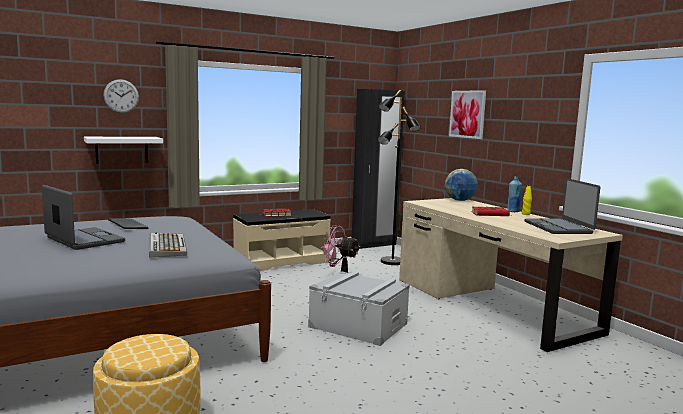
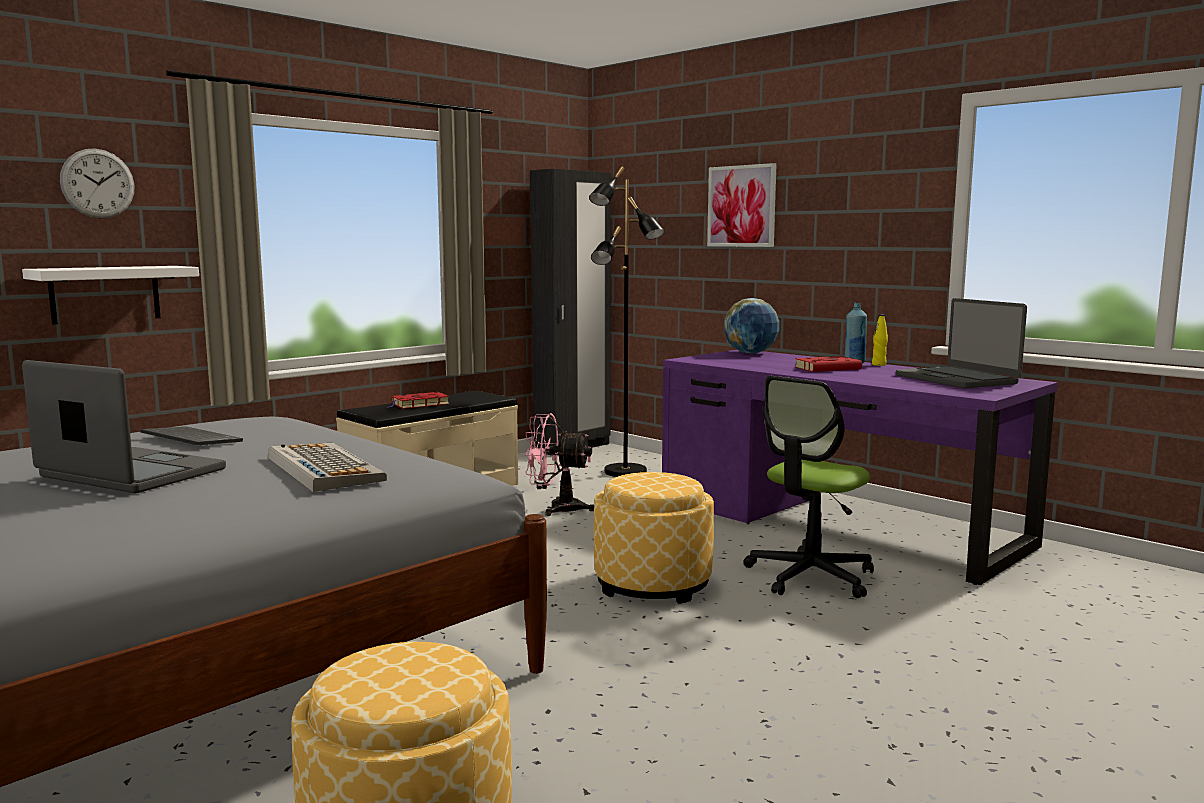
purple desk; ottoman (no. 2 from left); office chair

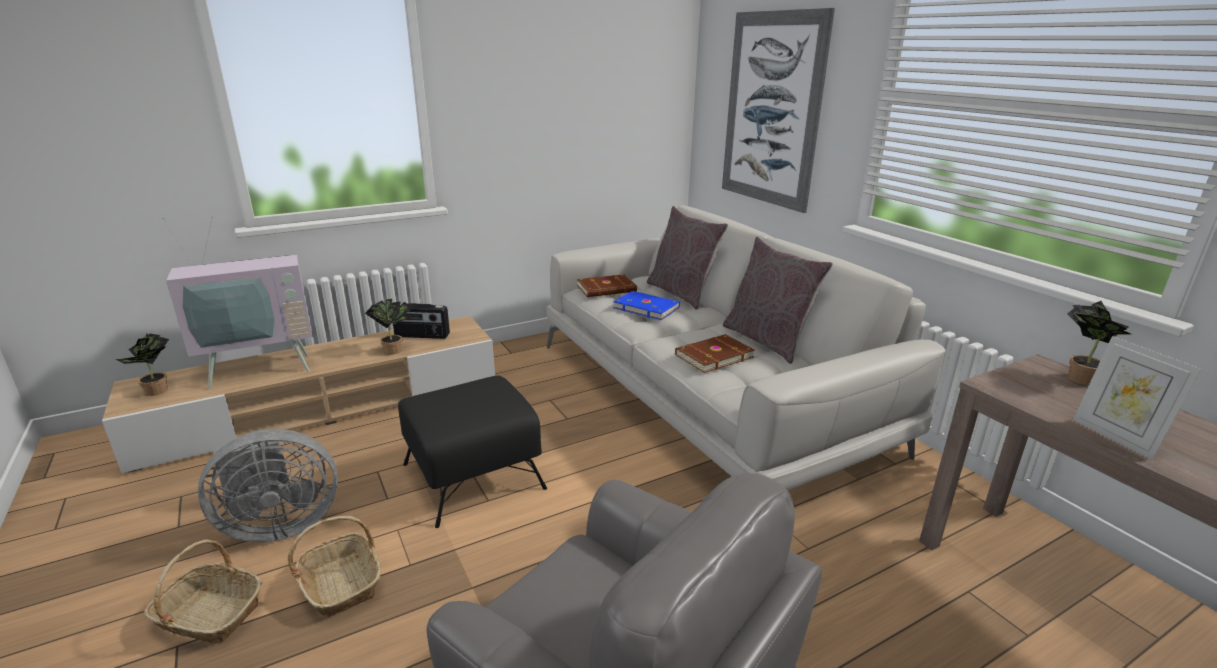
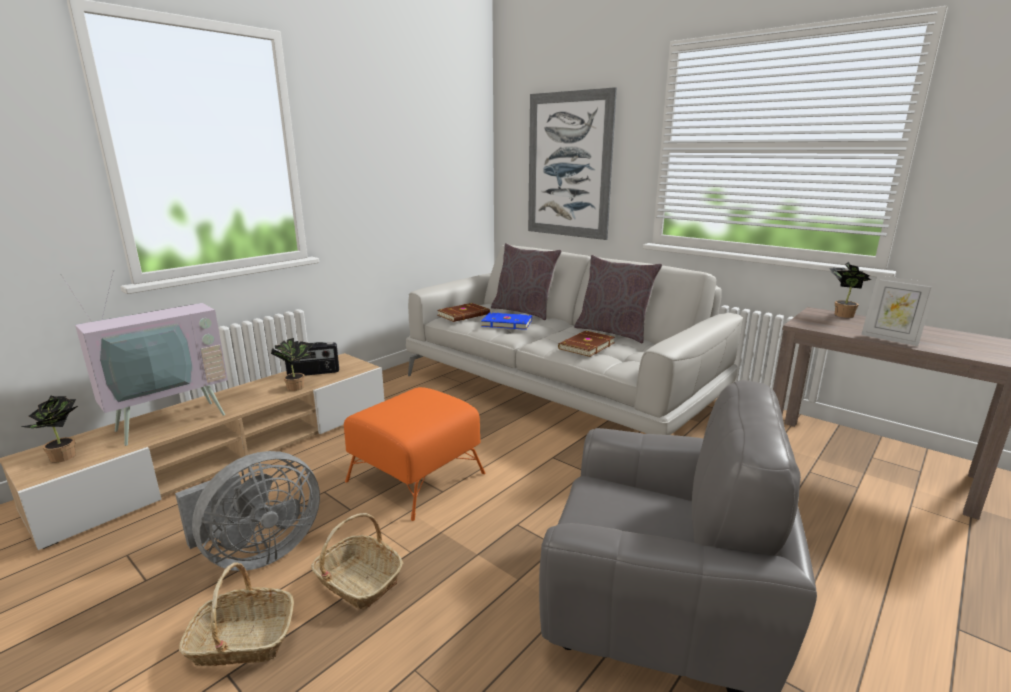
orange ottoman

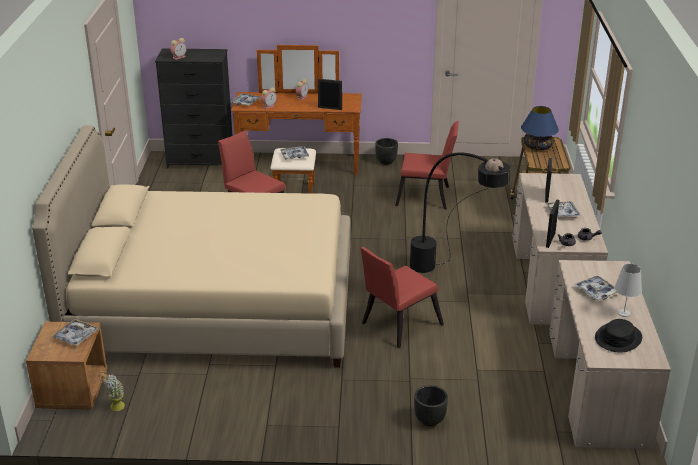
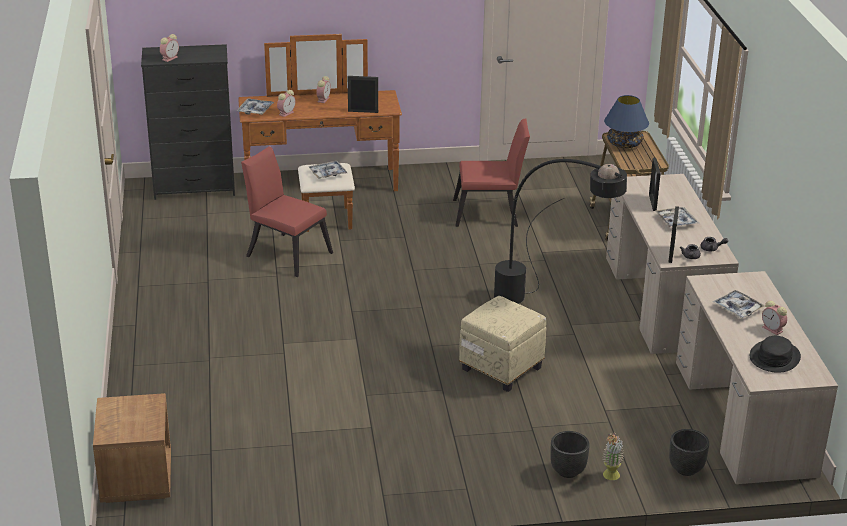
beige bed; black planter (no. 2 from left); beige ottoman; alarm clock (no. 4 from left); tray (no. 1 from left in the first image); potted plant

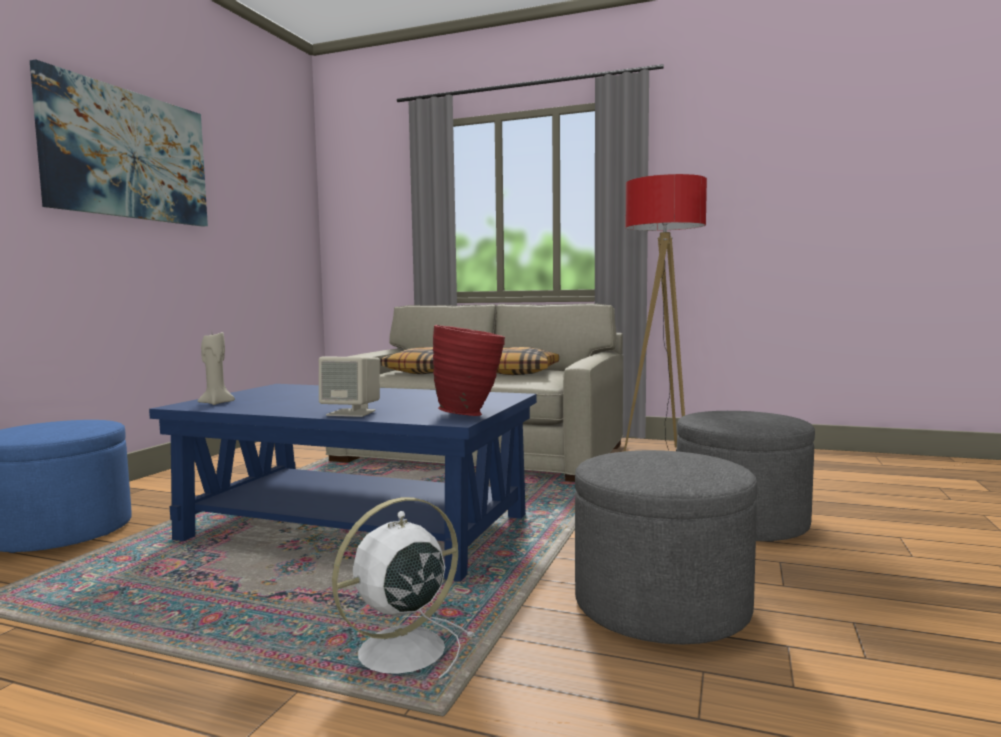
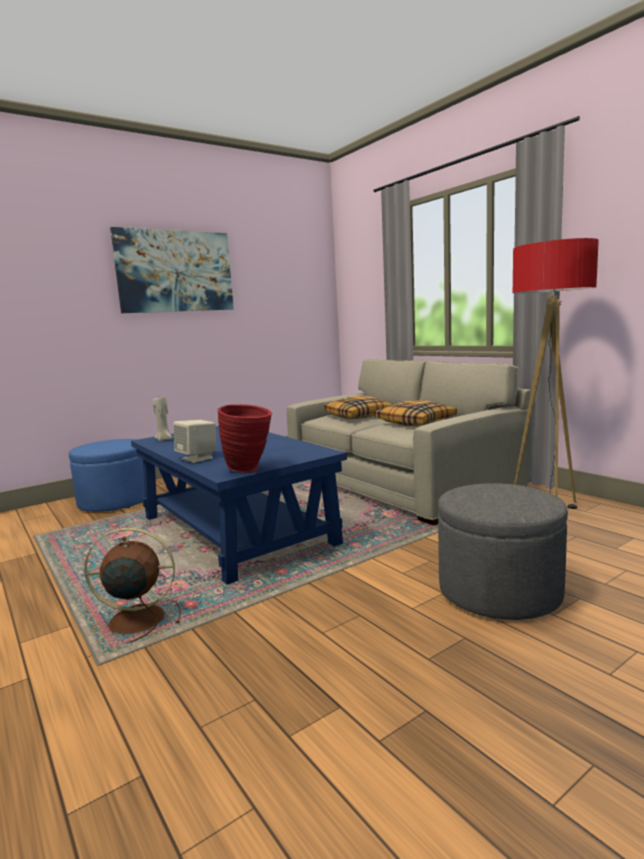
grey ottoman (no. 1 from left in the first image); brown fan

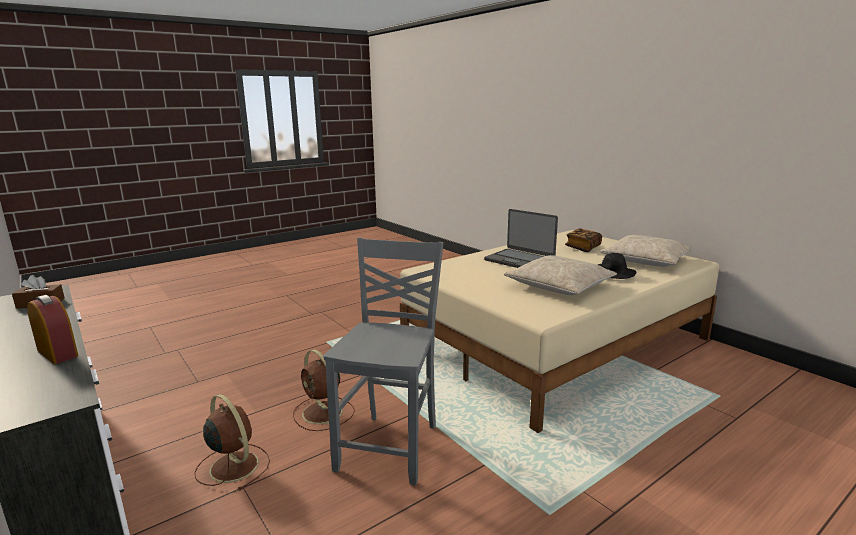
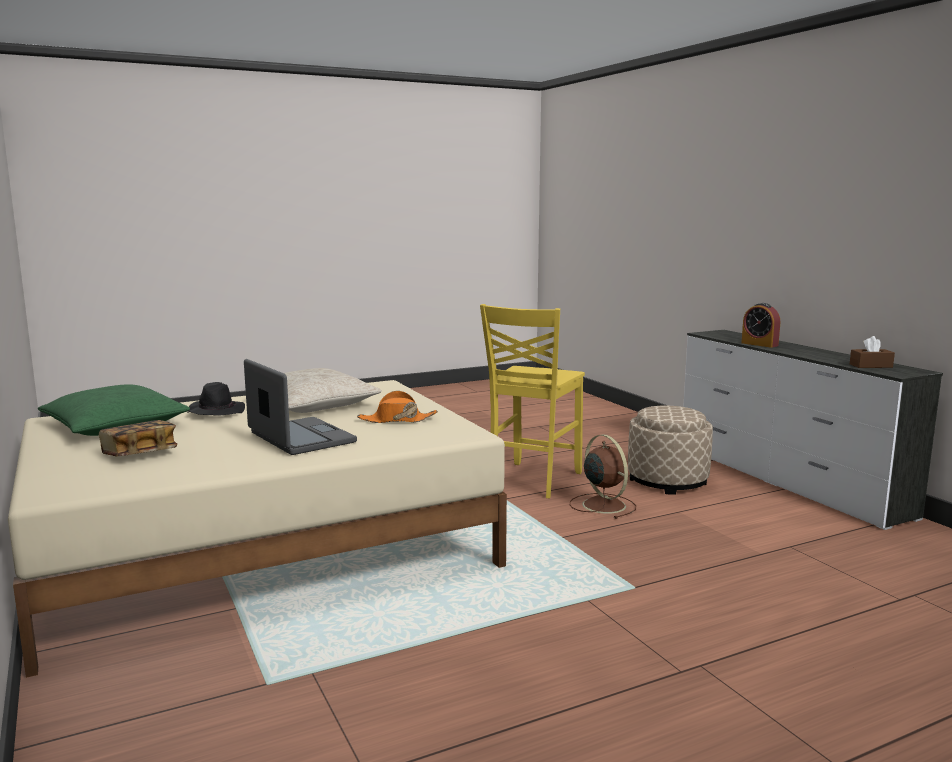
green pillow; yellow chair; beige ottoman; orange hat

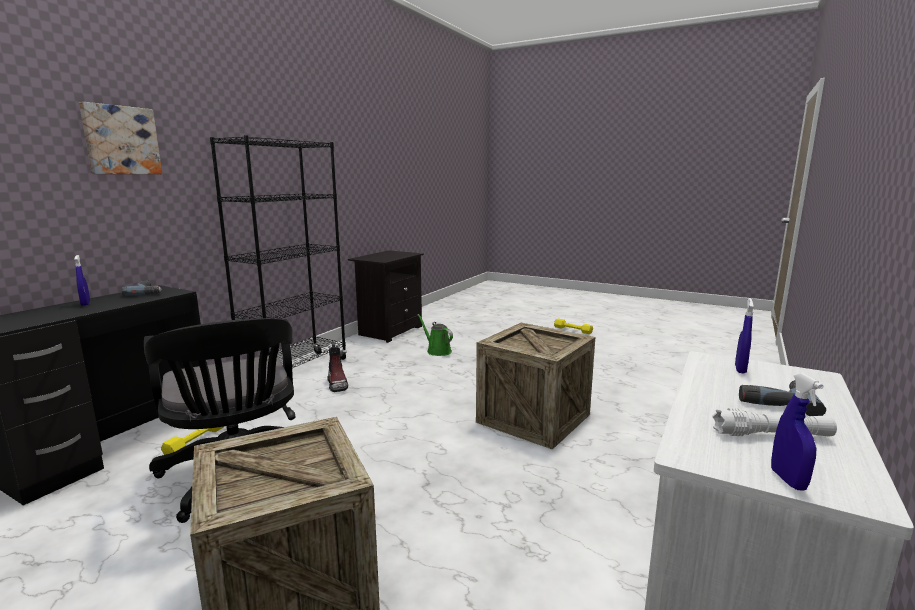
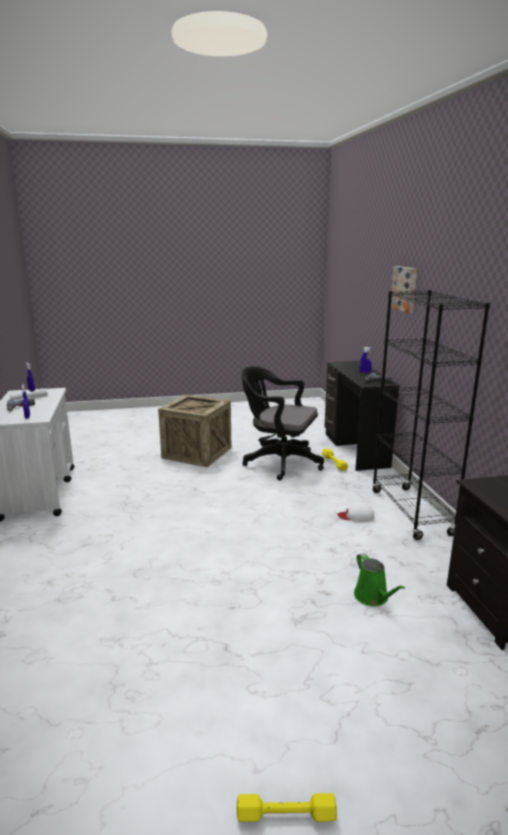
green watering can; crate (no. 2 from left in the first image); white cap

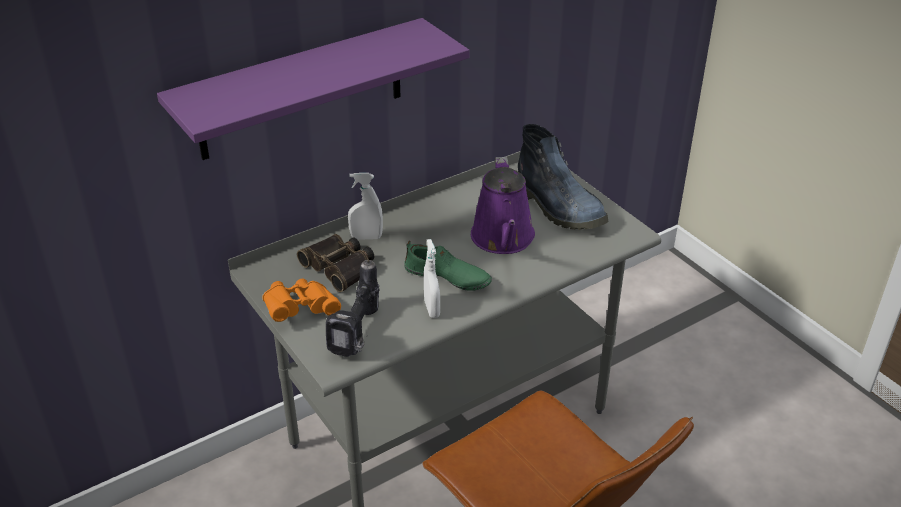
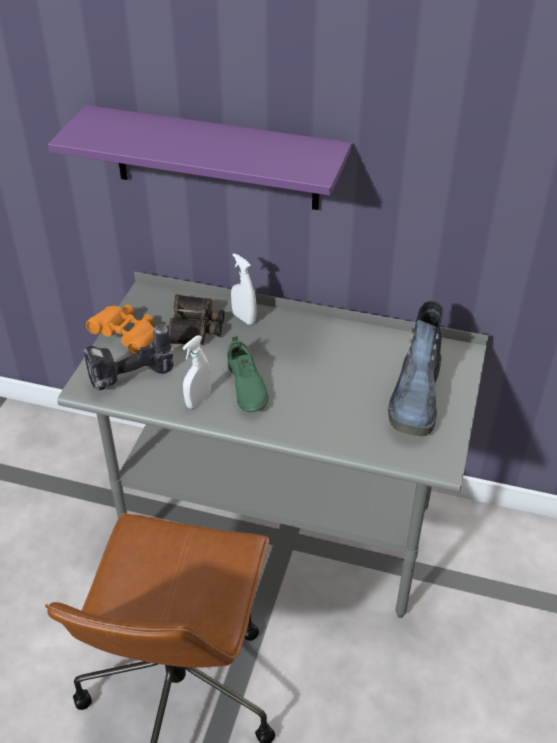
purple watering can

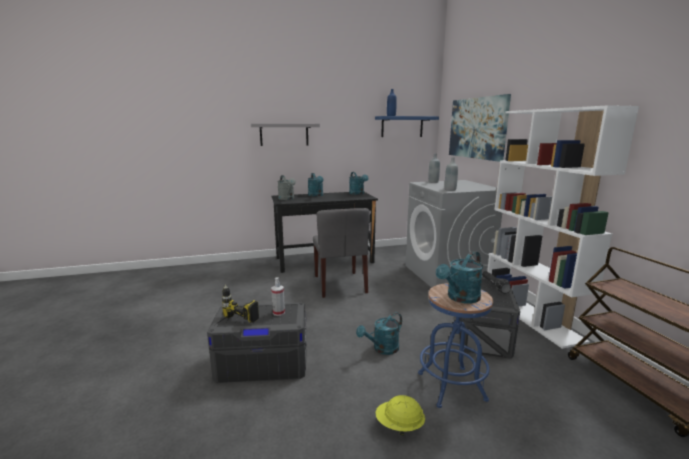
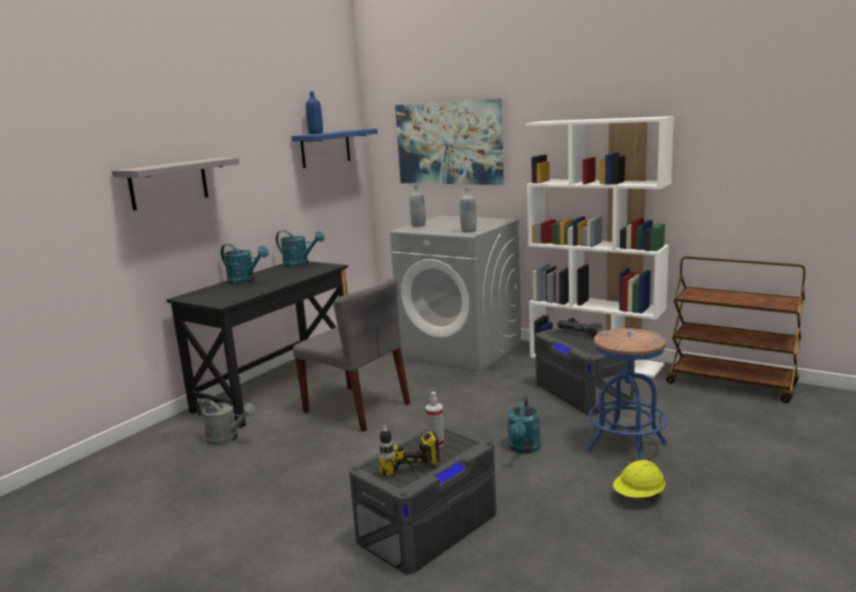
grey watering can; turquoise watering can (no. 4 from left in the first image)

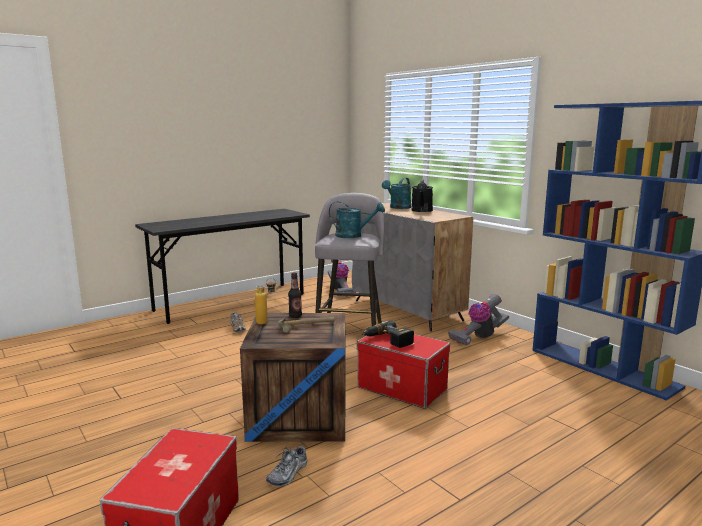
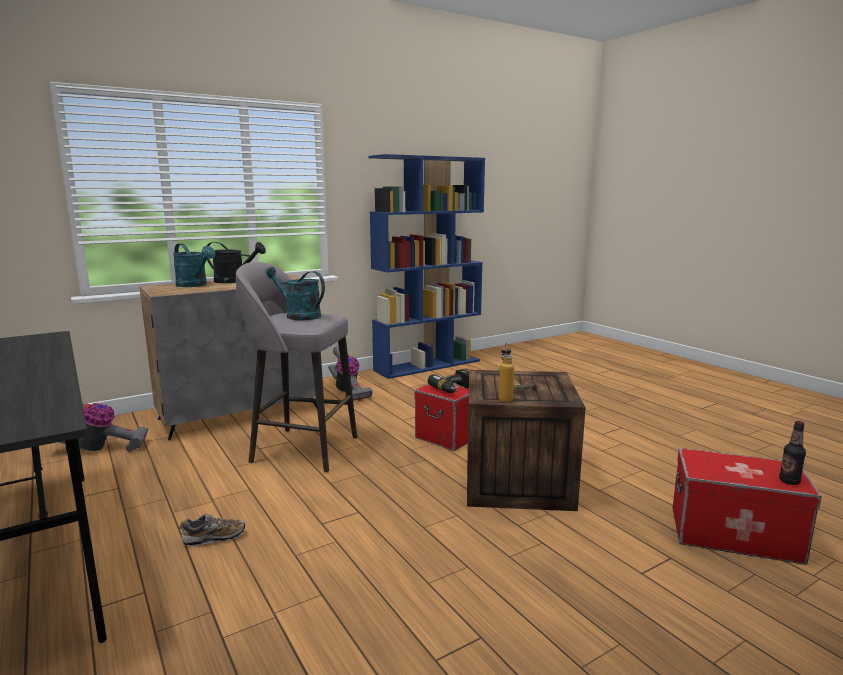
turquoise watering can (no. 2 from left); bottle (no. 2 from left); shoe (no. 2 from left in the first image)

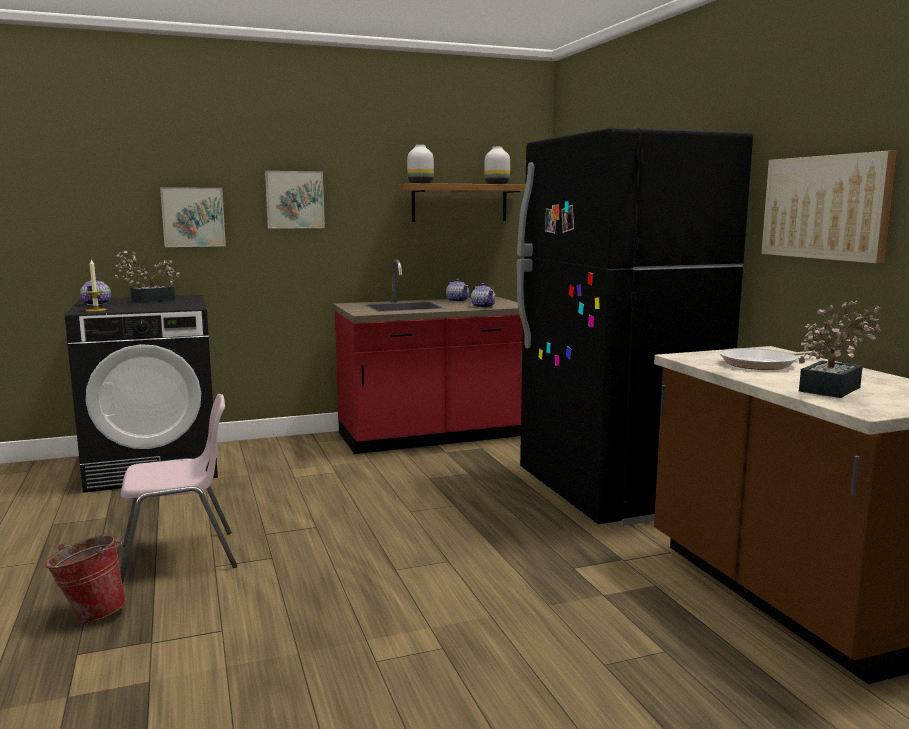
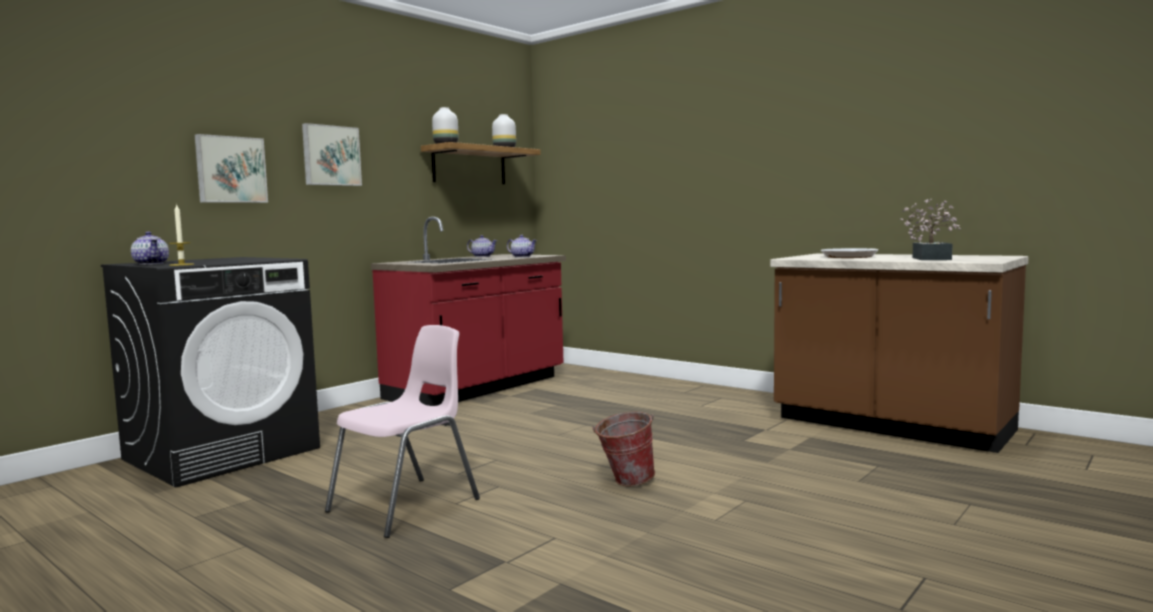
black fridge; picture (no. 3 from left in the first image); potted plant (no. 1 from left in the first image); bucket

